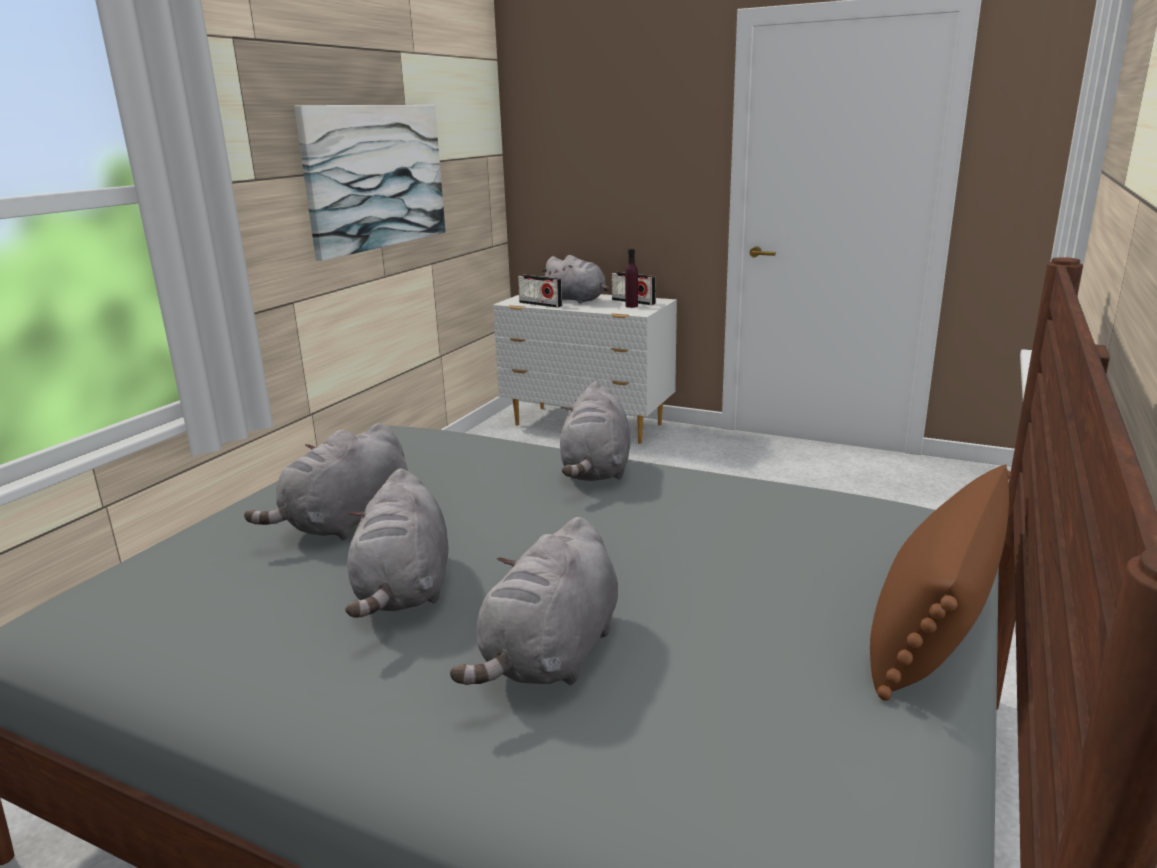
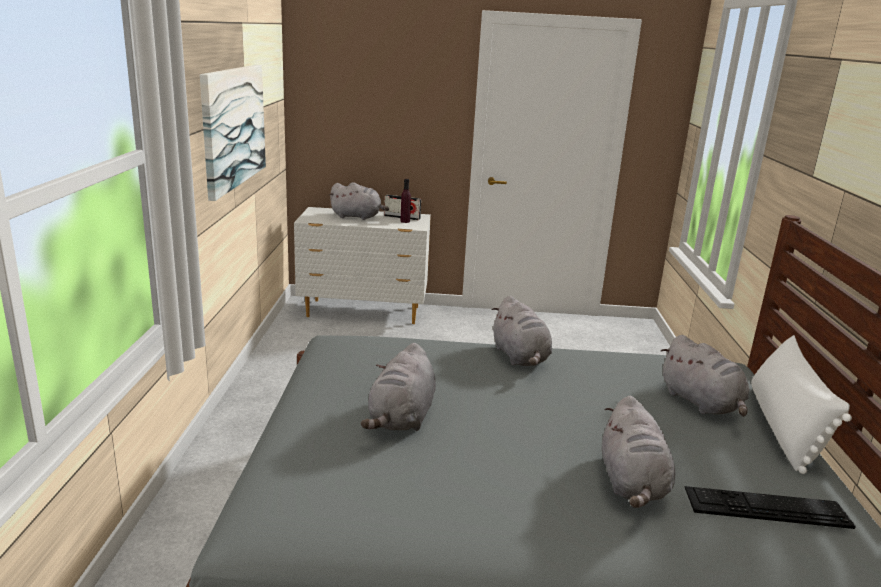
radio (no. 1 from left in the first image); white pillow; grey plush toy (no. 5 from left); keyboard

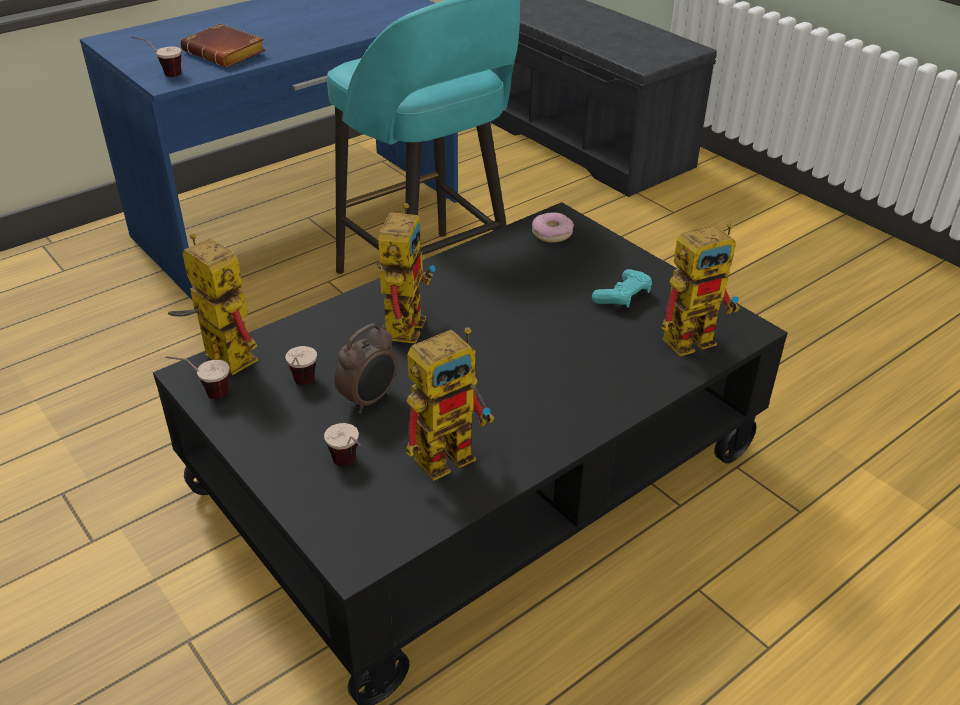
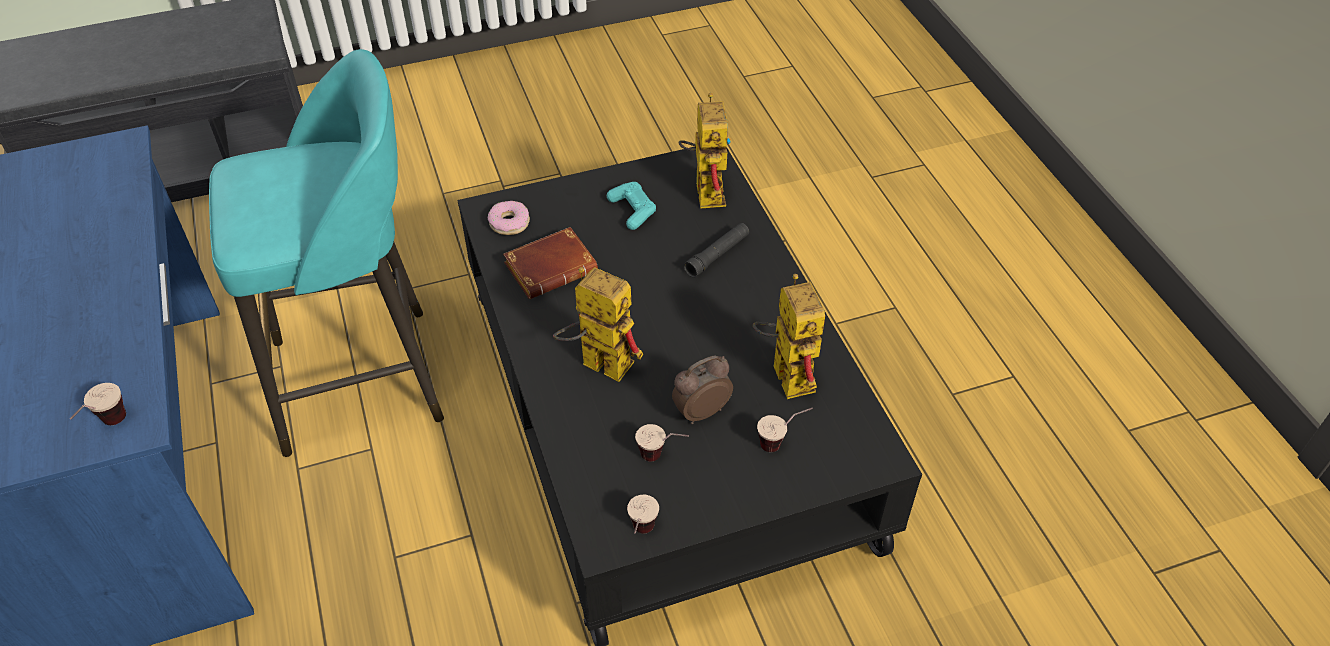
brown book; toy robot (no. 1 from left in the first image); alarm clock; black flashlight

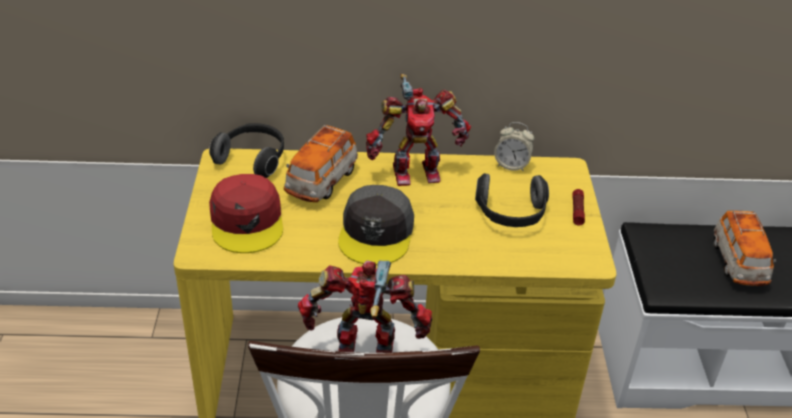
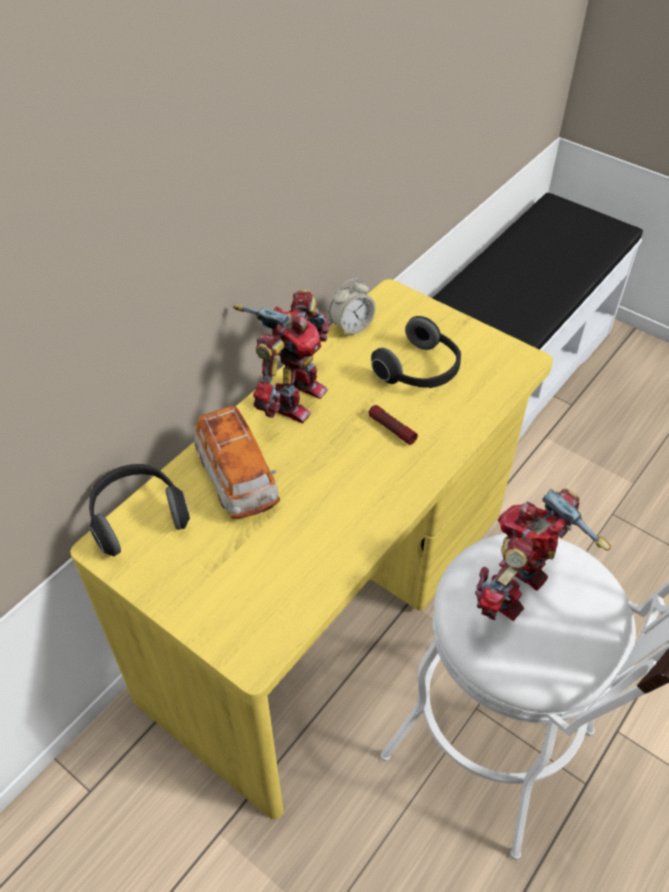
red cap; grey cap; flashlight; toy car (no. 2 from left in the first image)

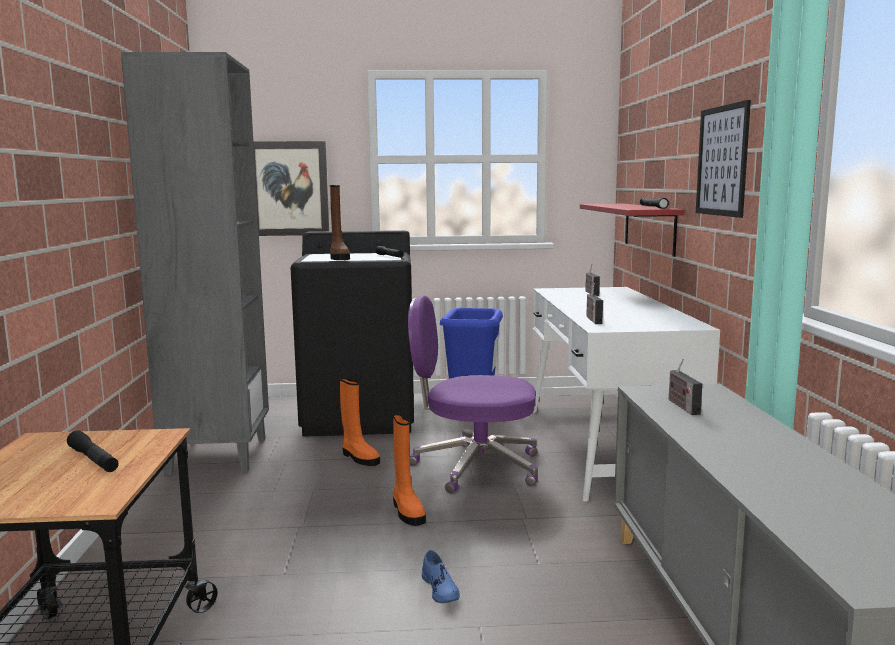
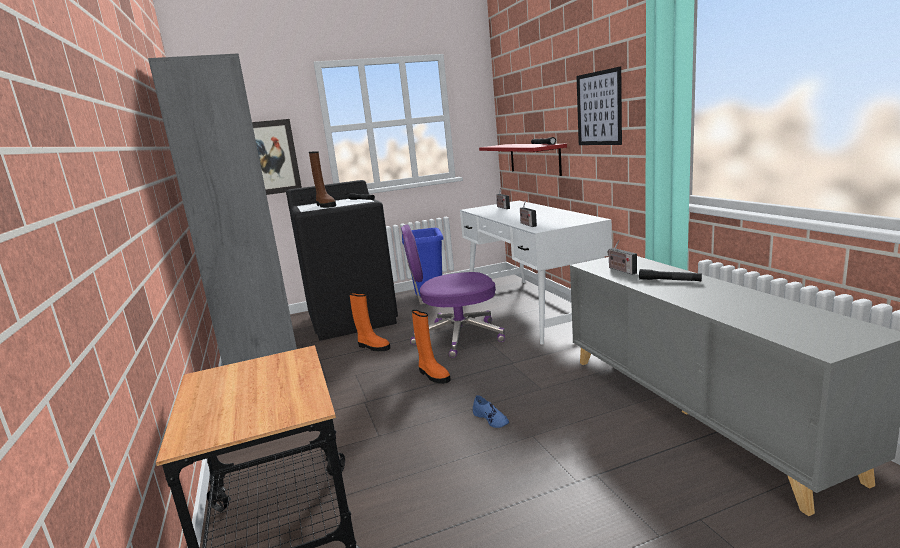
black flashlight (no. 3 from left)

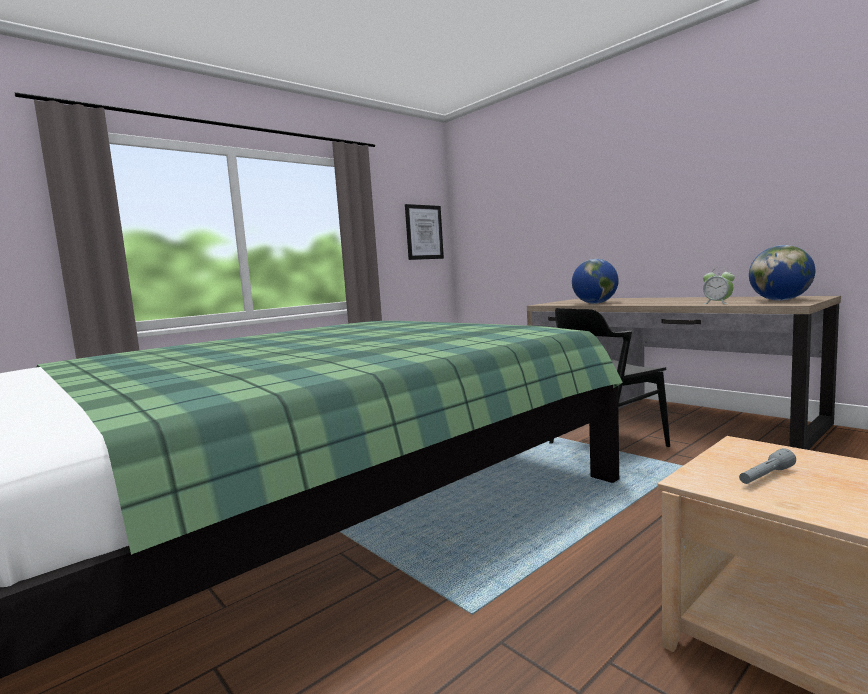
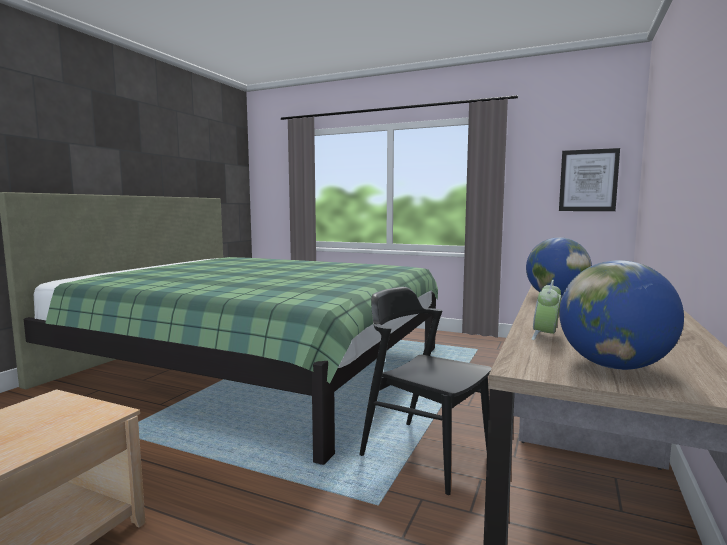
grey flashlight

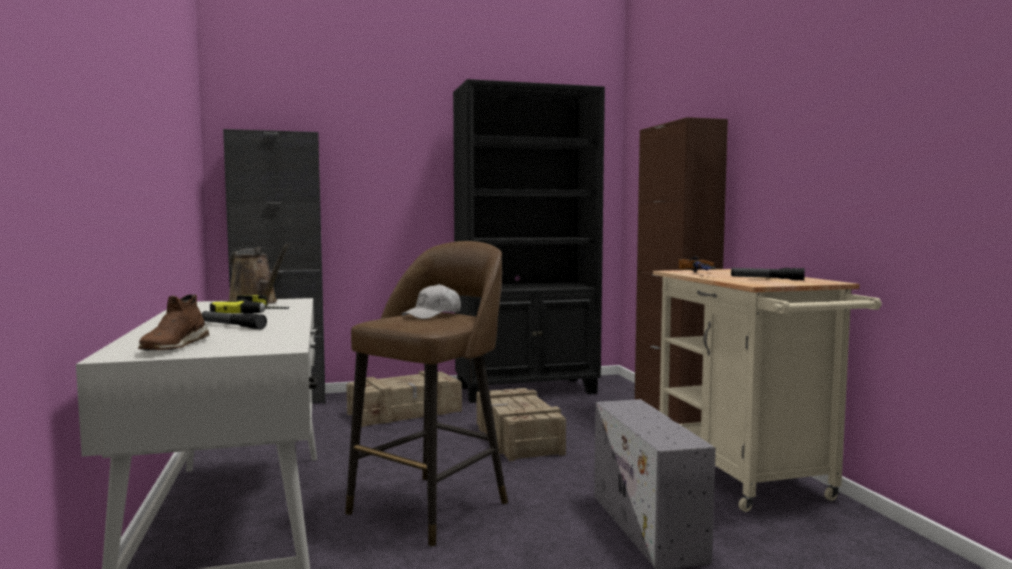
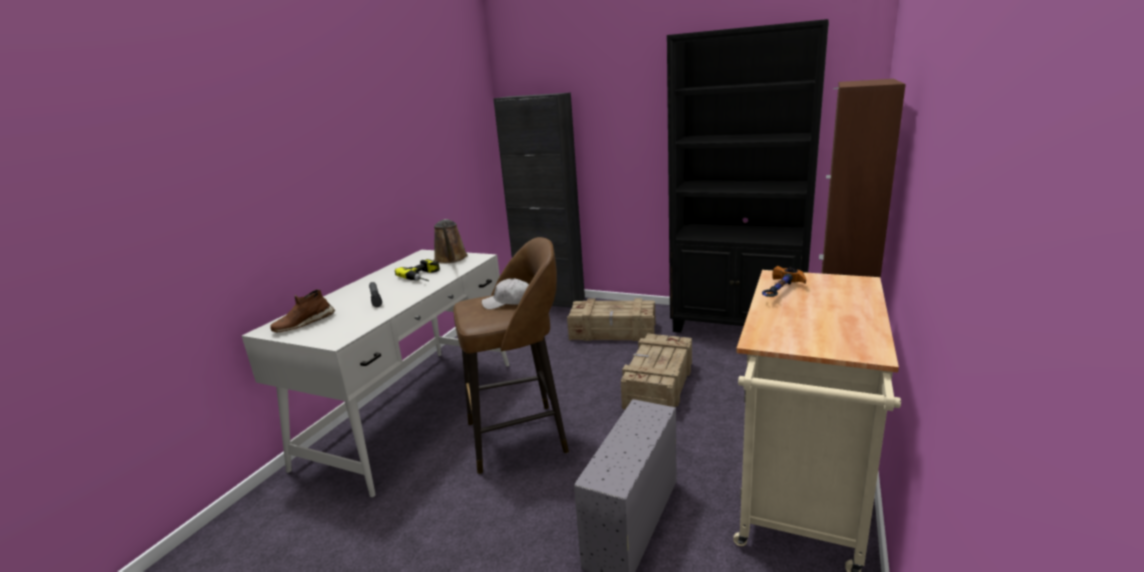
flashlight (no. 2 from left in the first image)

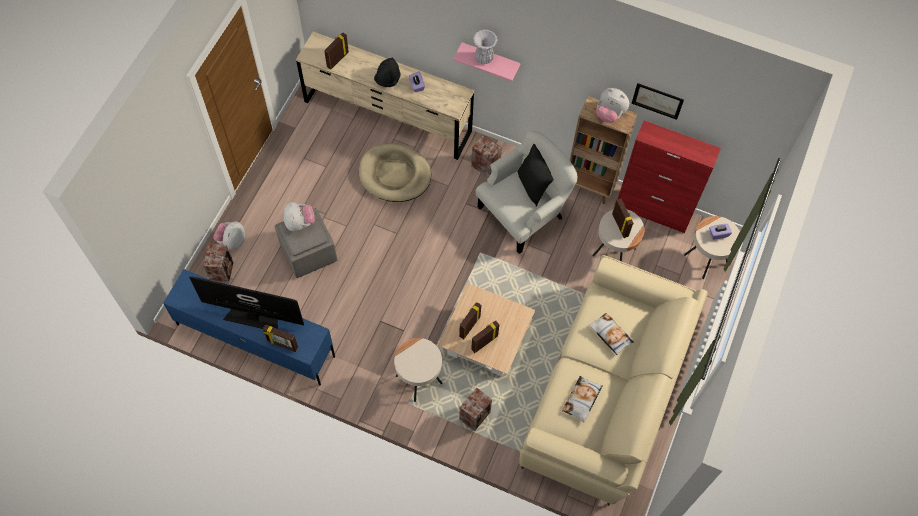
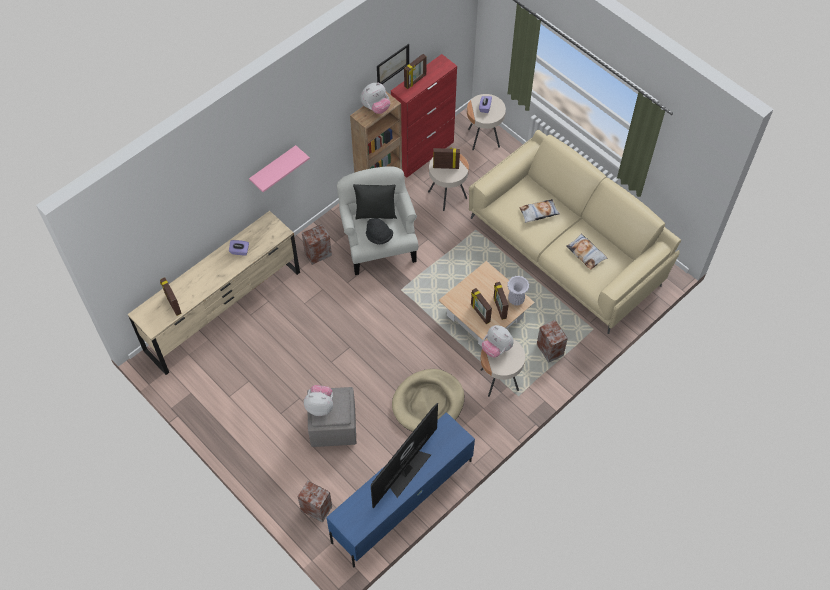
white vase; black hat; beige dog bed; plush toy (no. 3 from left); picture frame (no. 2 from left)

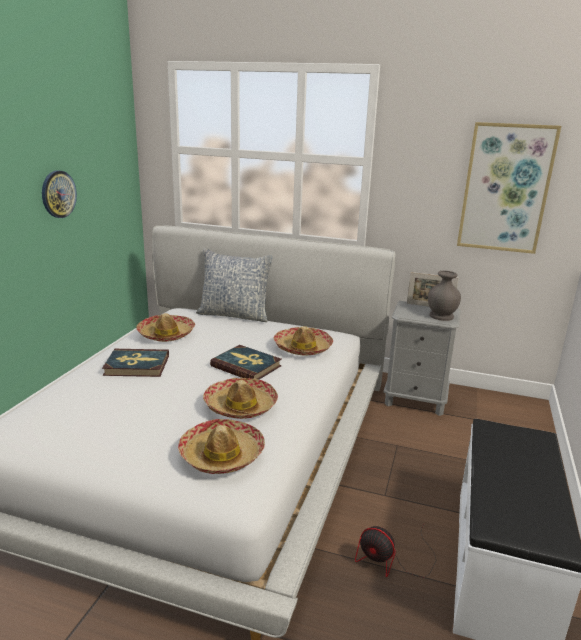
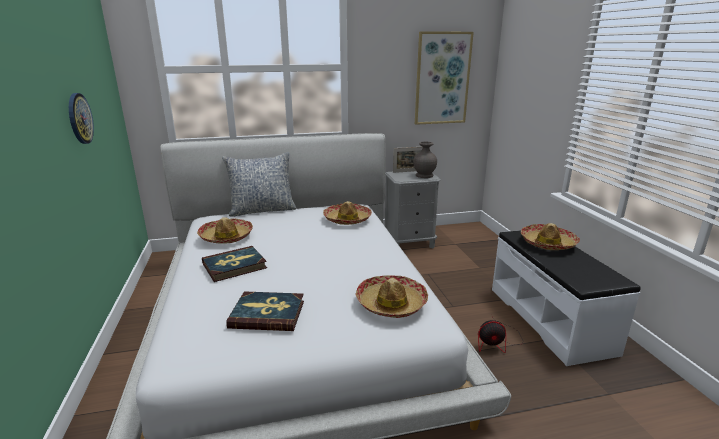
book (no. 2 from left); hat (no. 4 from left)

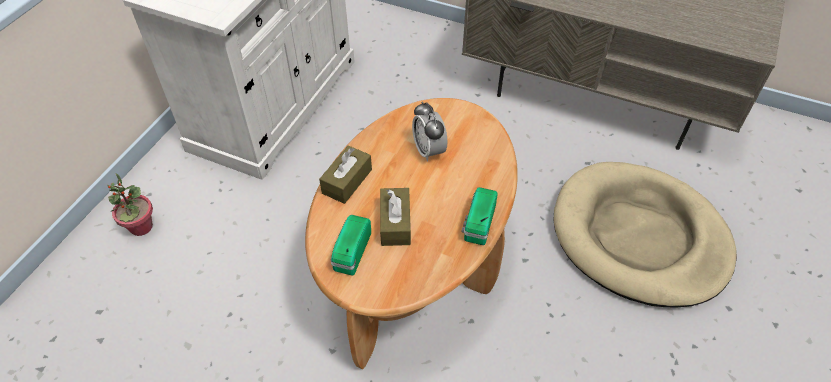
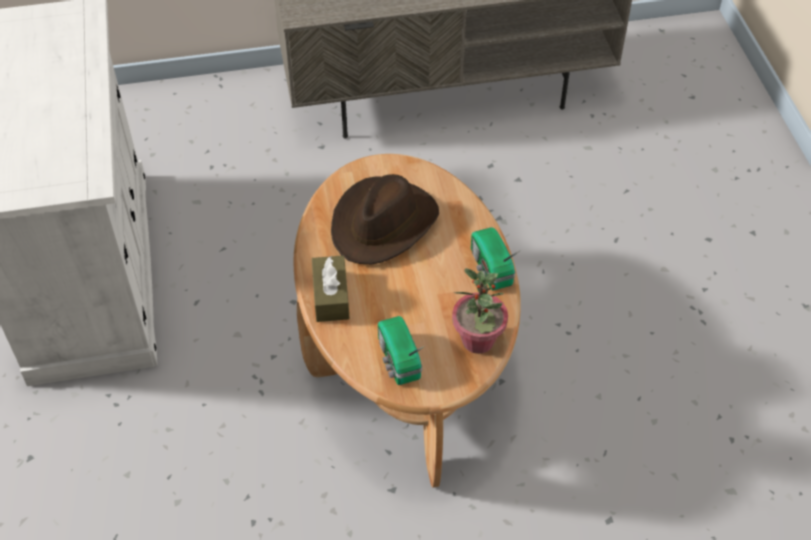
brown hat; beige dog bed; potted plant; brown tissue box (no. 2 from left in the first image)

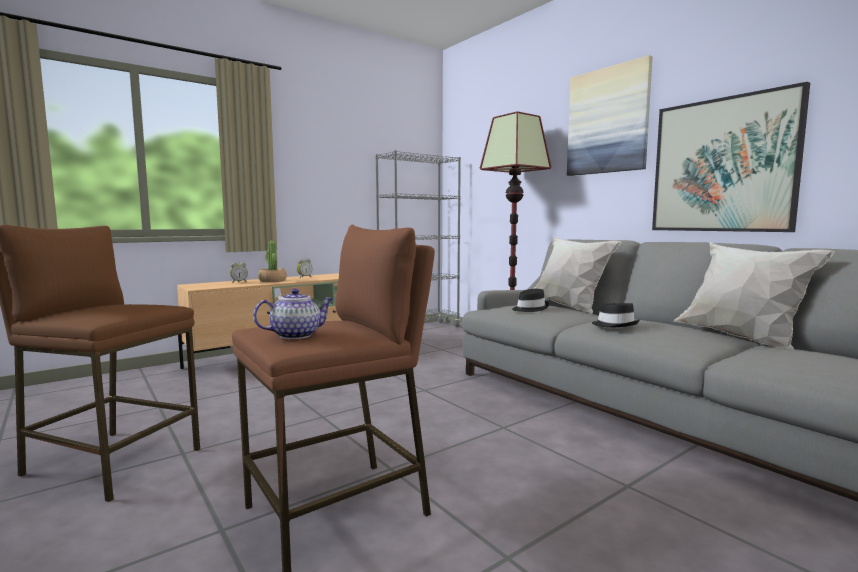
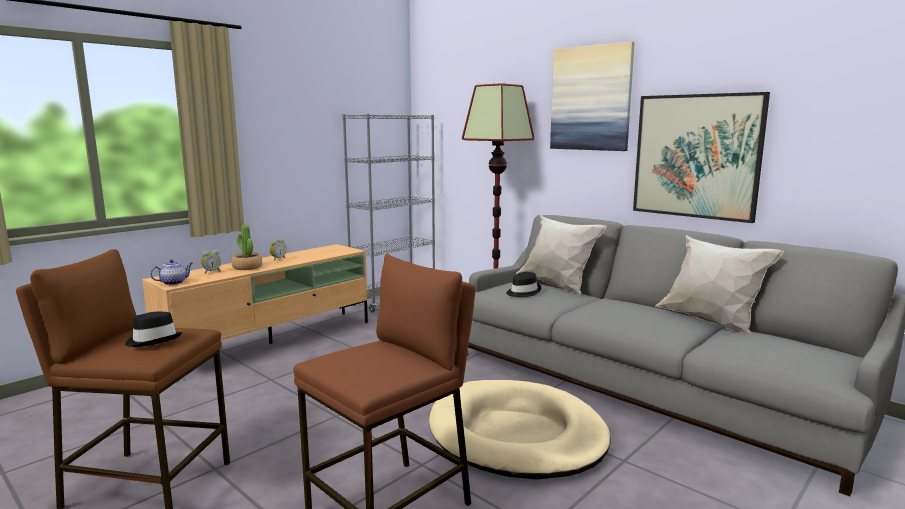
teapot; black hat (no. 1 from left); beige dog bed

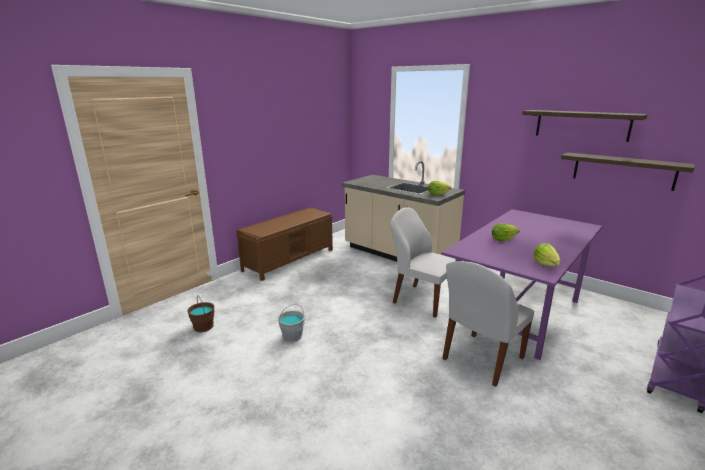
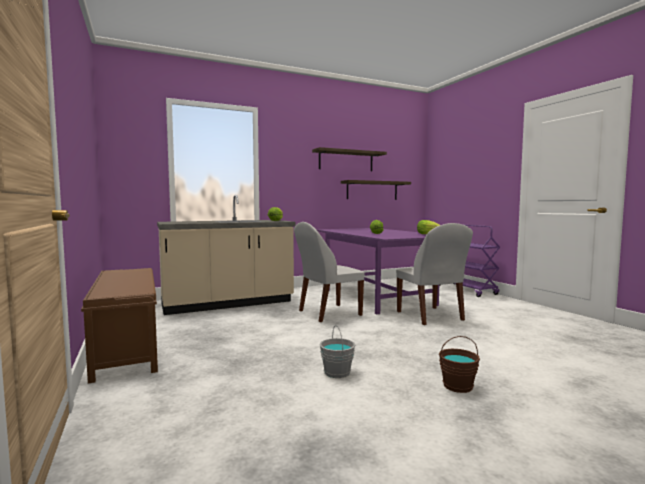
brown bucket

